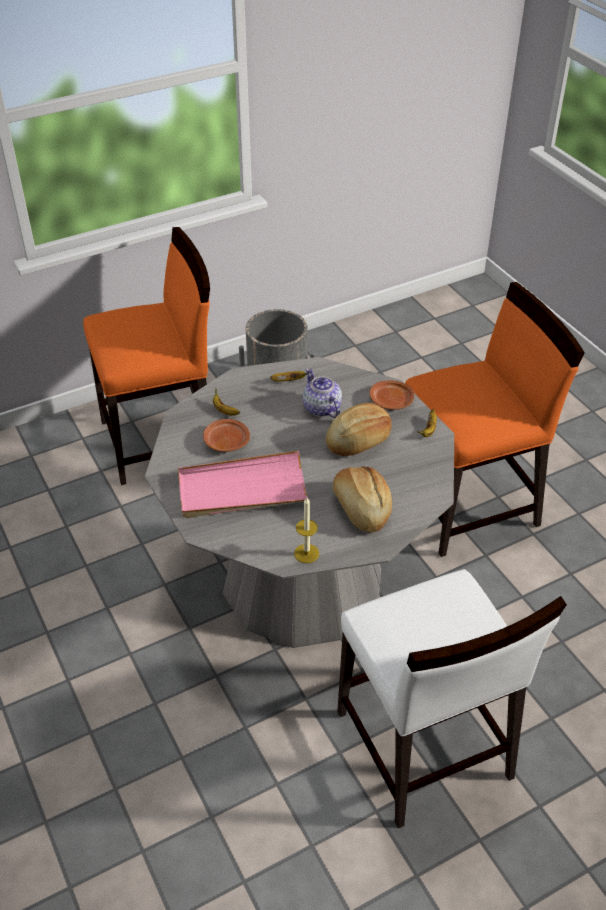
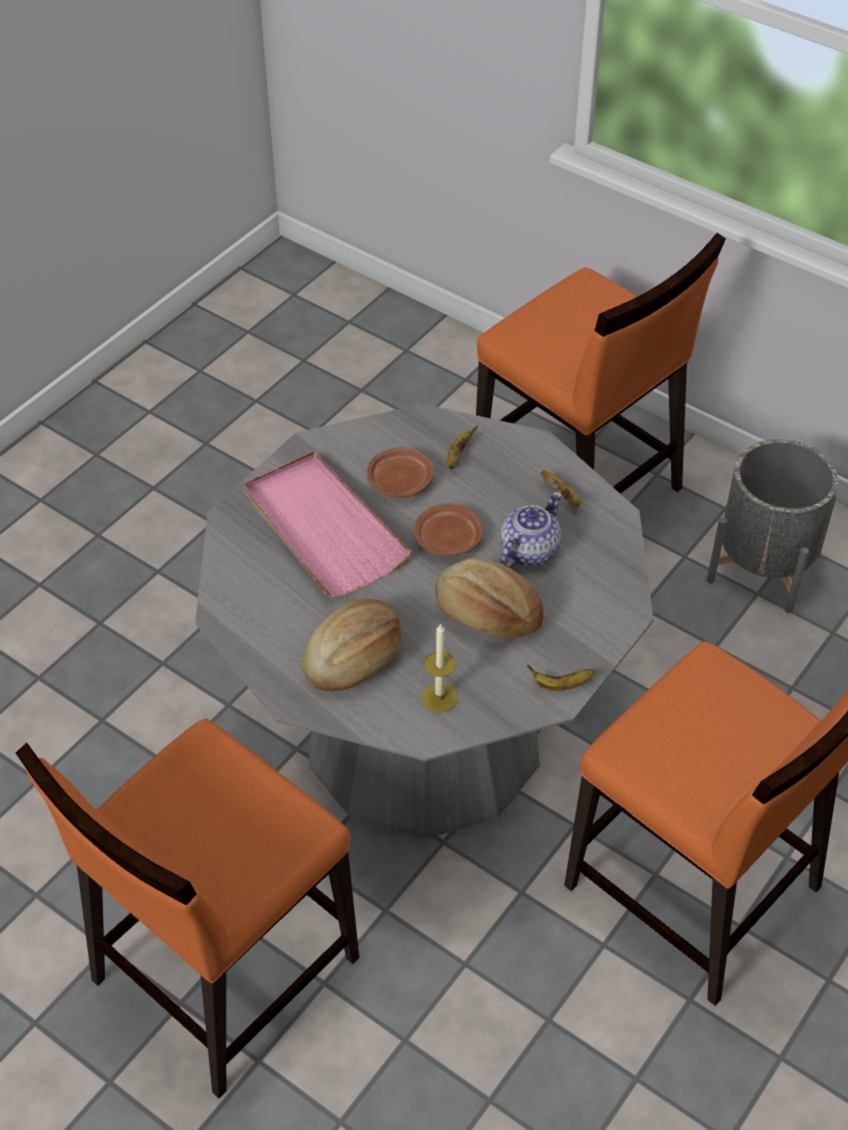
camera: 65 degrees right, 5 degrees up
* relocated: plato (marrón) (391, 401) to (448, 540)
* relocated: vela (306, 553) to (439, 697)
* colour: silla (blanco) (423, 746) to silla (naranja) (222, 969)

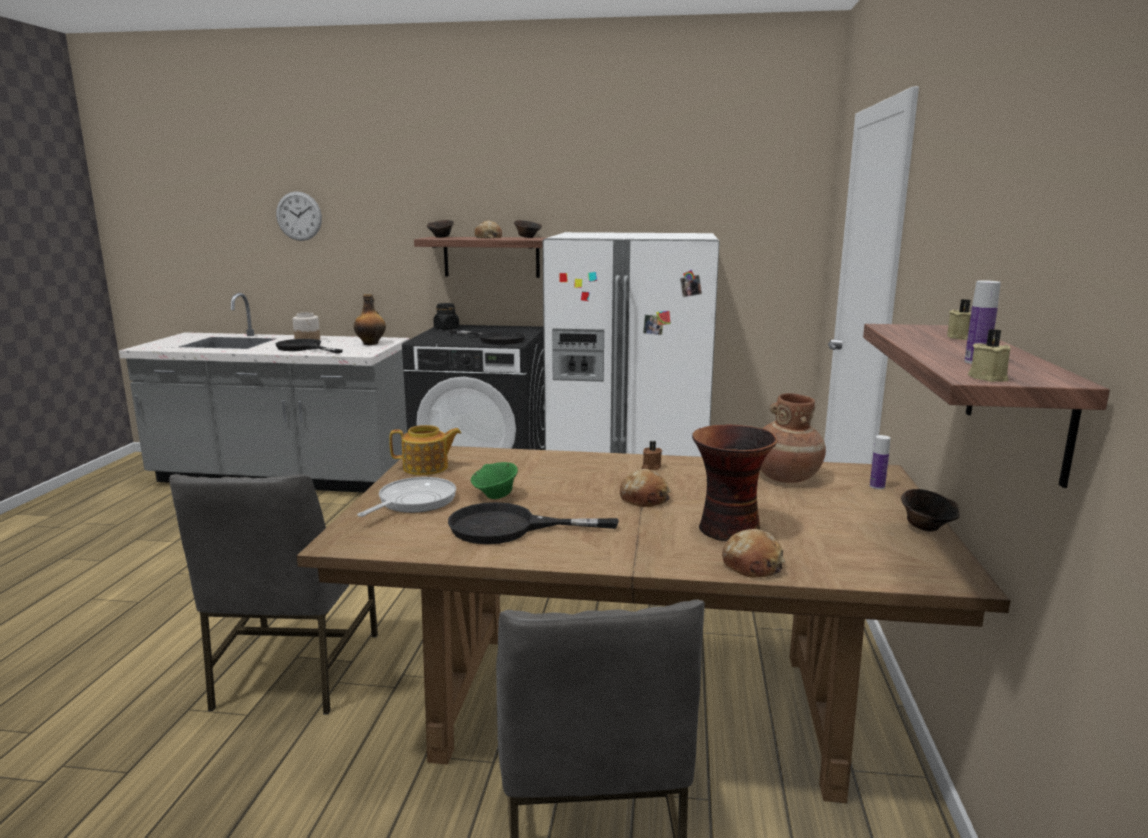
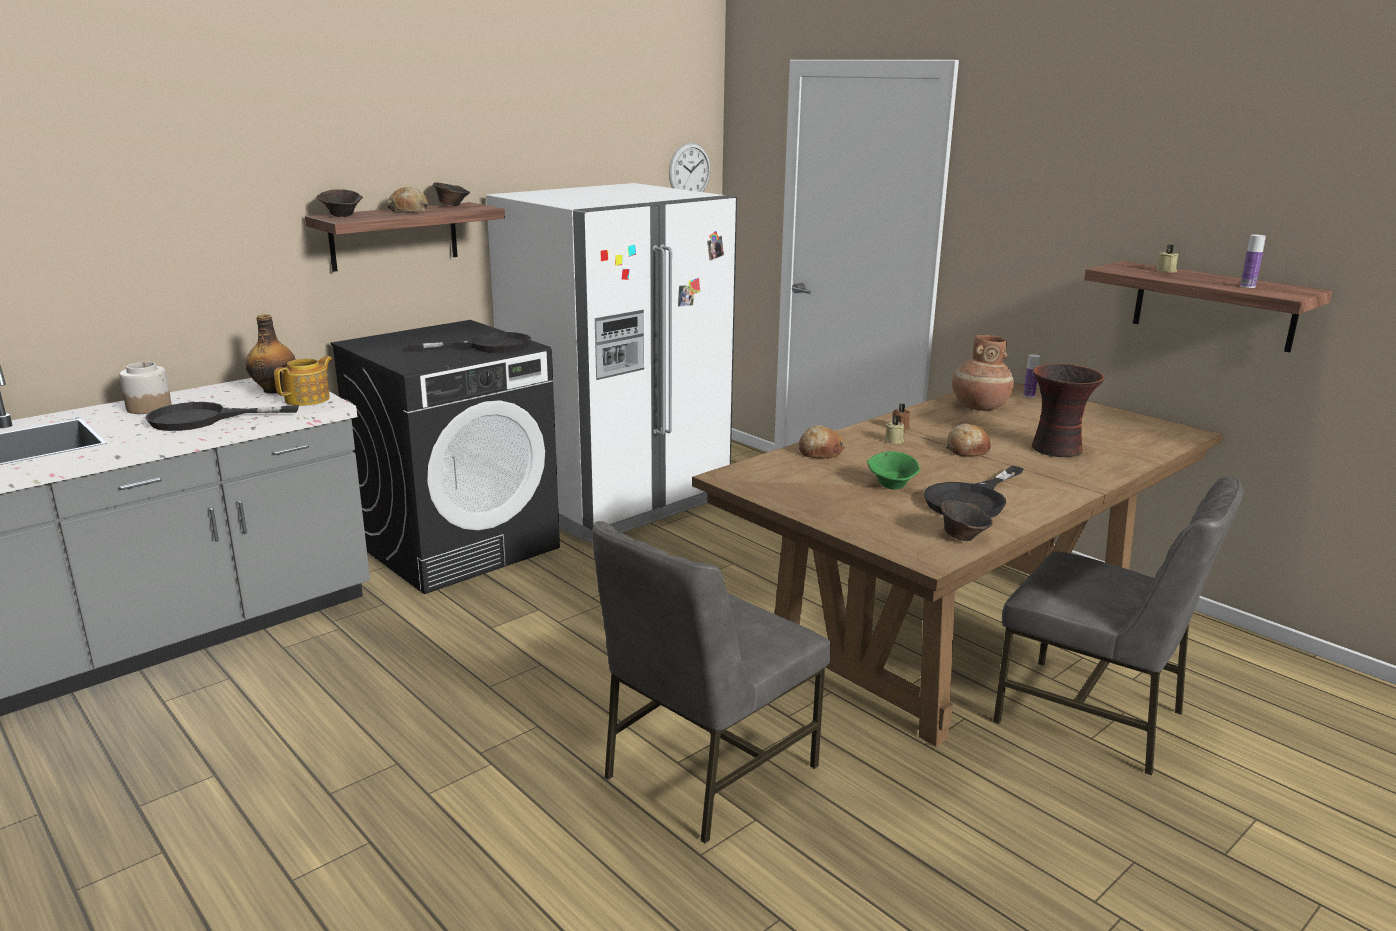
camera: 50 degrees left, 5 degrees up
* relocated: reloj de pared (299, 216) to (689, 171)
* missing: tarro (negro) (446, 328)
* relocated: vela (beis) (988, 378) to (893, 440)
* relocated: tetera (427, 468) to (308, 399)
* spun: silla (gris) (294, 671) = (706, 771) 90 degrees clockwise
* missing: sartén (413, 502)
* relocated: cuenco (marrón) (926, 527) to (963, 537)
* relocated: pan (753, 565) to (820, 452)

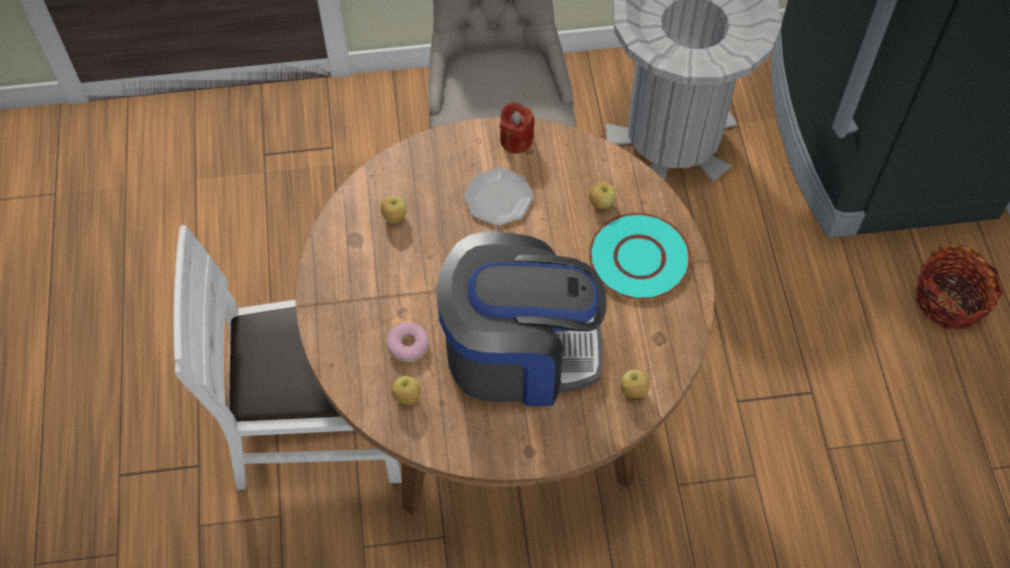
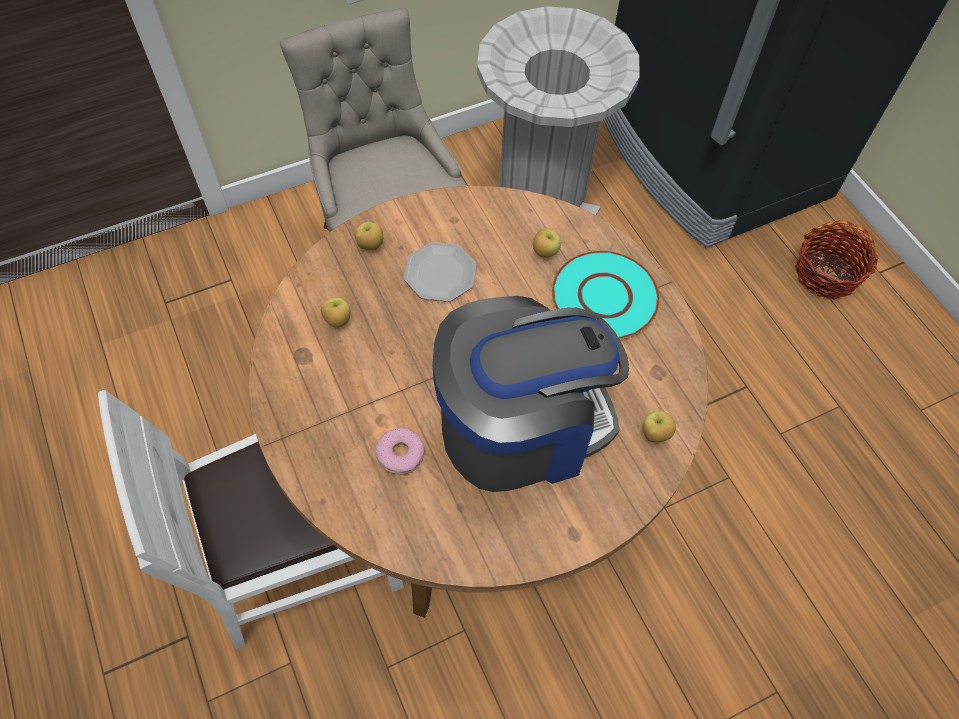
camera: 20 degrees left, 0 degrees up
* missing: vela (rojo) (516, 140)
* relocated: manzana (407, 397) to (370, 246)

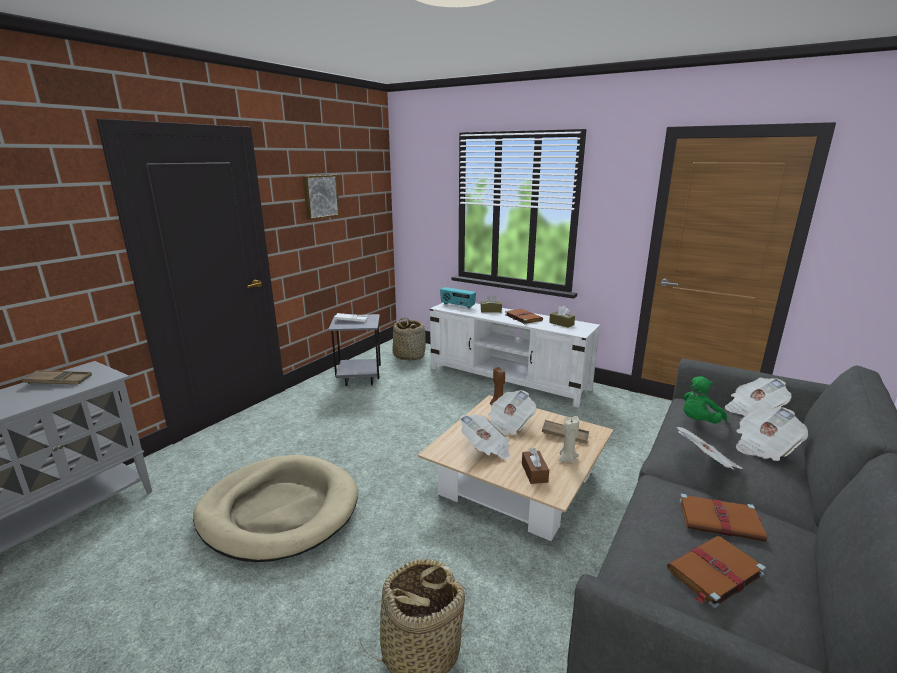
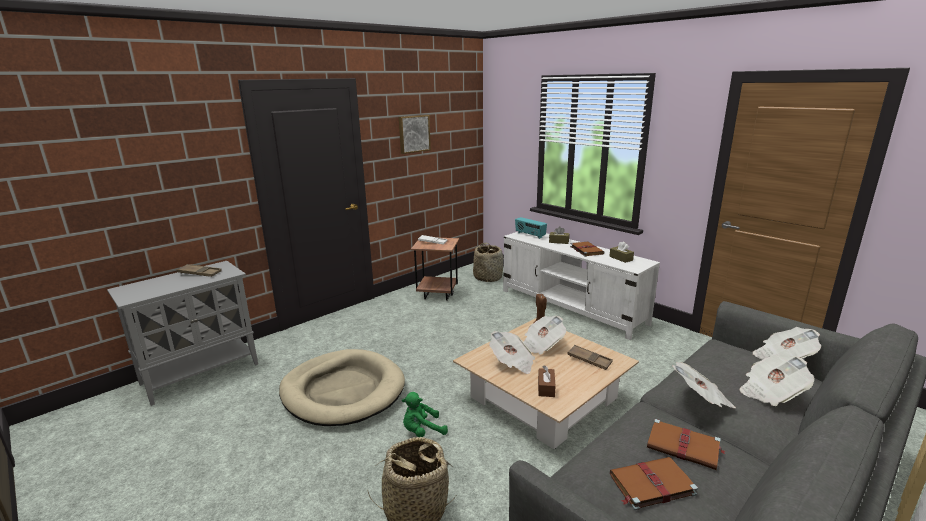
camera: 15 degrees right, 0 degrees up
* colour: mesa auxiliar (gris) (359, 379) to mesa auxiliar (marrón) (438, 294)
* relocated: peluche (verde) (698, 421) to (422, 431)
* missing: vela (beis) (567, 459)

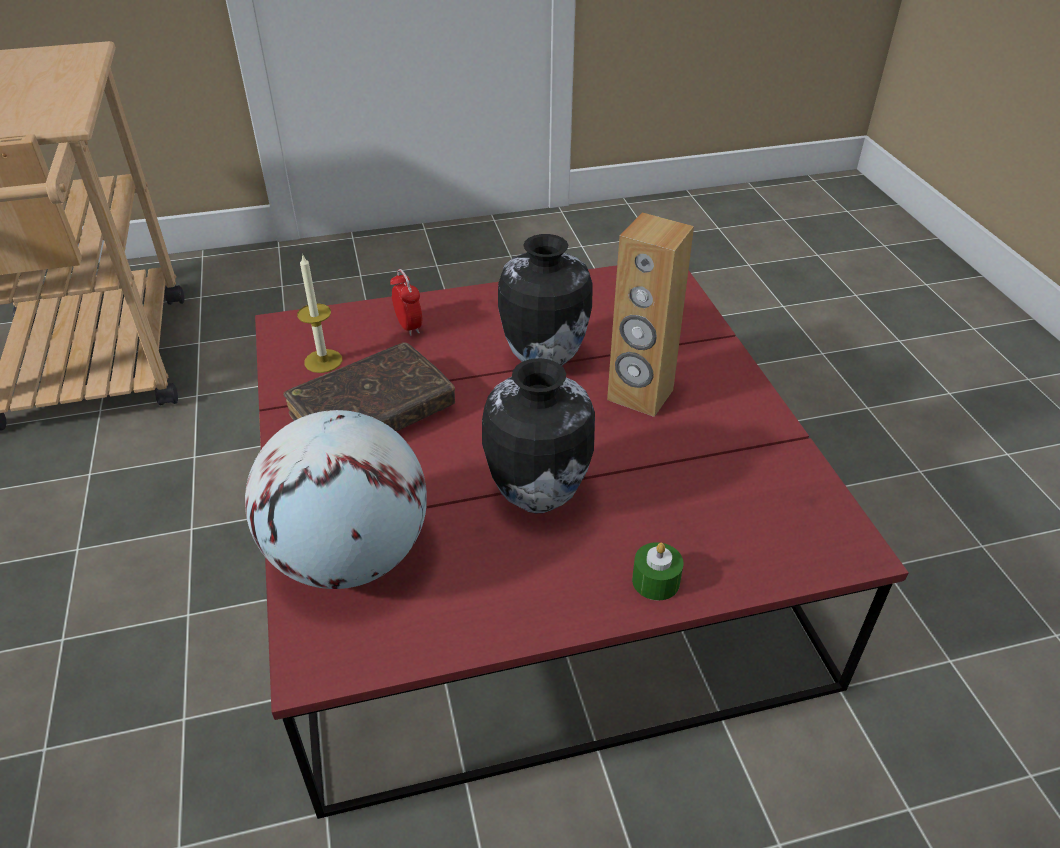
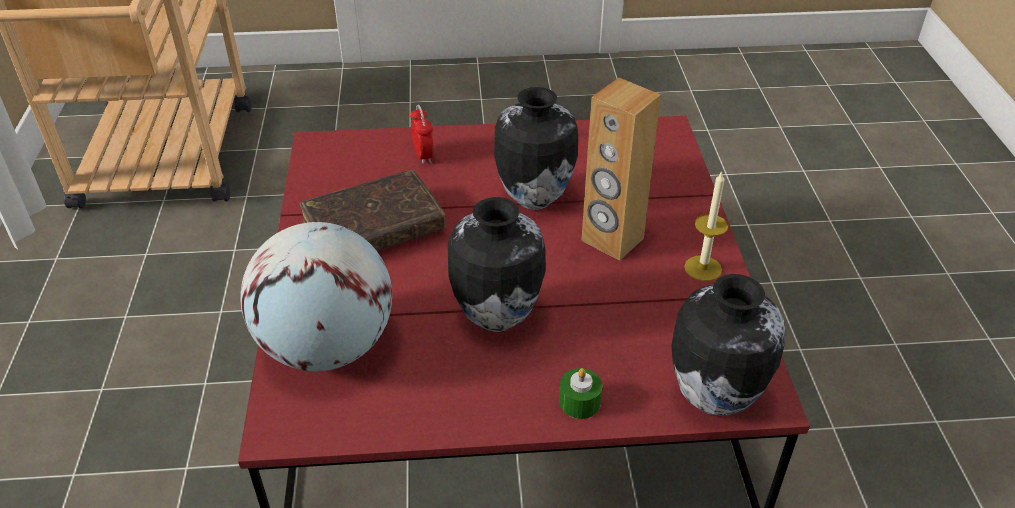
camera: 10 degrees right, 0 degrees up
* relocated: vela (323, 361) to (703, 268)
* appeared: florero (713, 398)

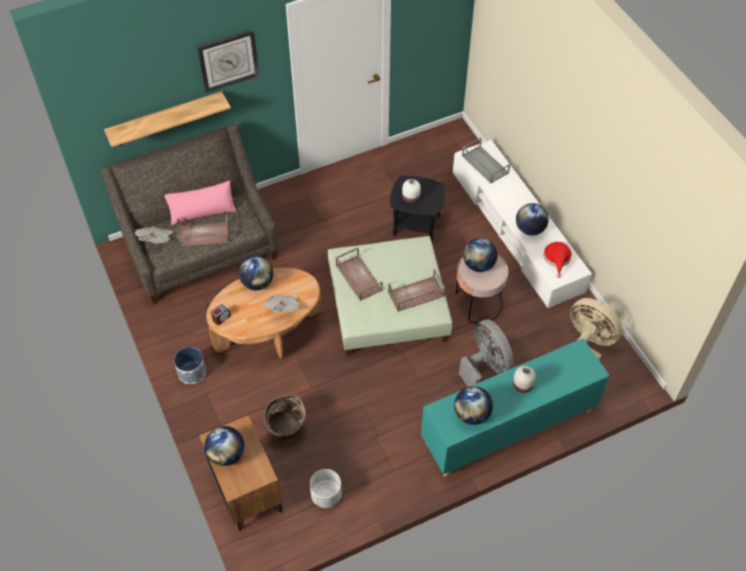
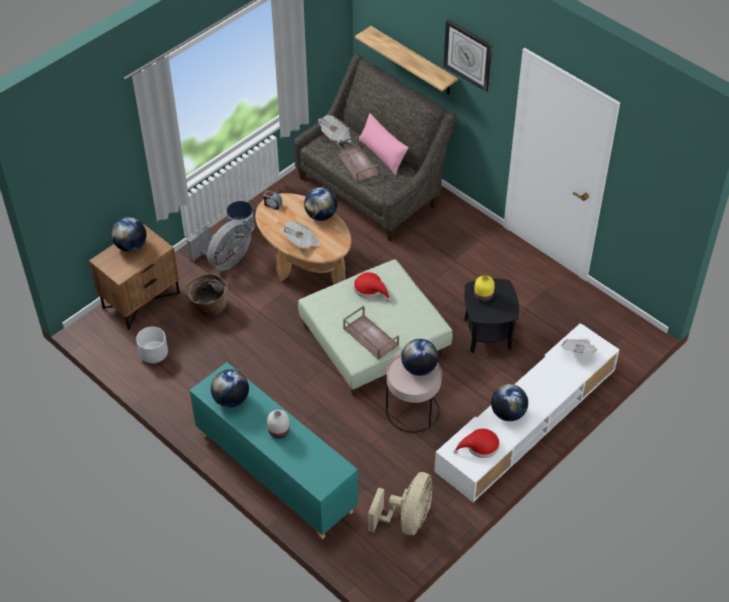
camera: 70 degrees right, 5 degrees down
* exchanged: bandeja (gris) (484, 164) to periódico (578, 352)
* colour: florero (blanco) (410, 198) to florero (amarillo) (483, 296)
* exchanged: bandeja (marrón) (358, 277) to sombrero (rojo) (370, 289)
* relocated: ventilador (gris) (486, 366) to (225, 261)

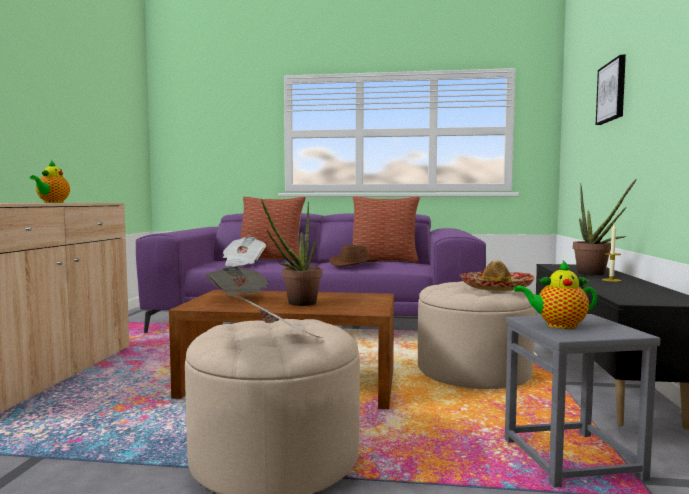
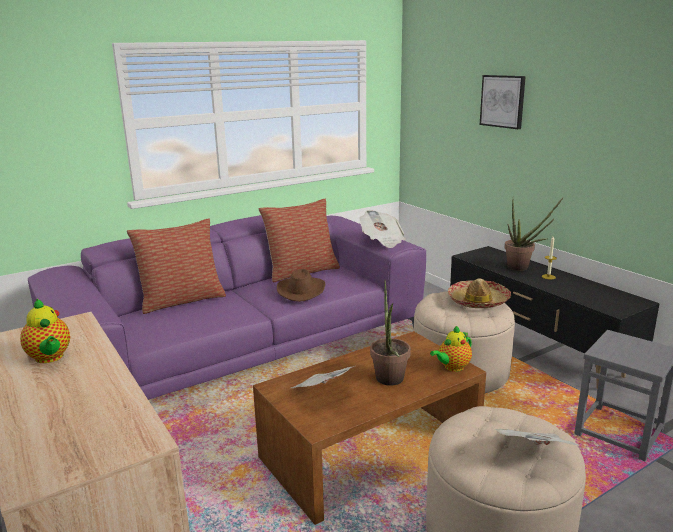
camera: 40 degrees left, 15 degrees up
* relocated: periódico (242, 264) to (382, 241)
* relocated: tetera (557, 325) to (452, 367)

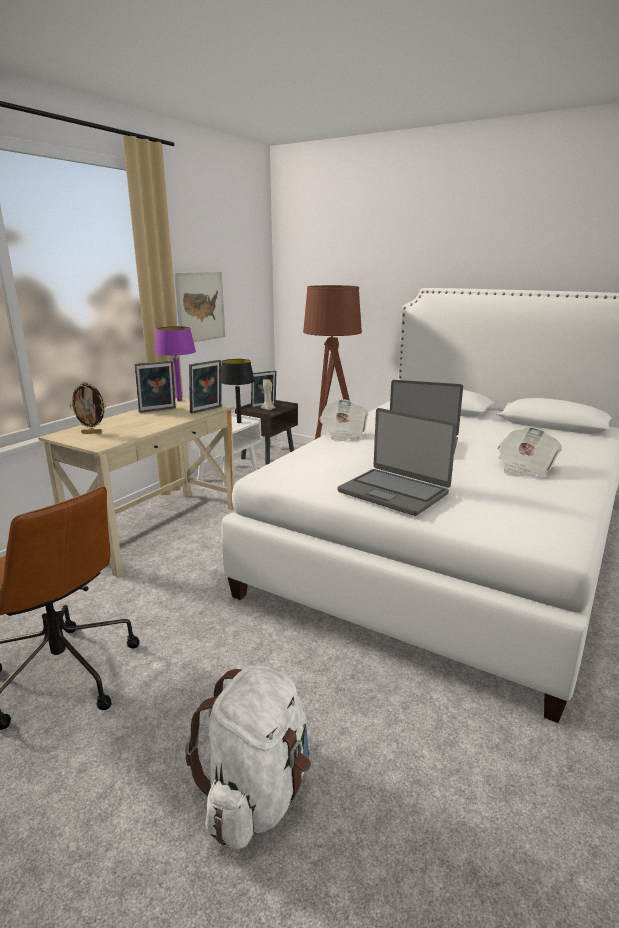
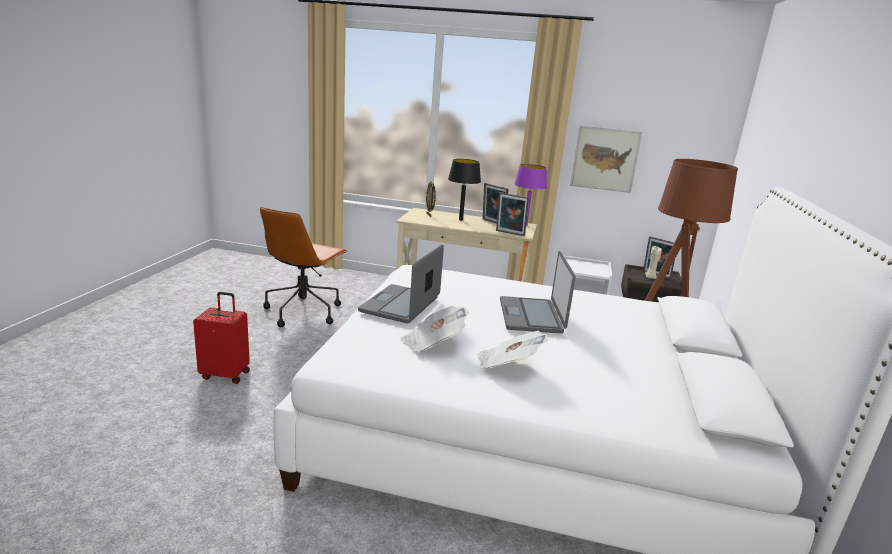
camera: 70 degrees right, 0 degrees up
* relocated: lámpara de mesa (negro) (239, 422) to (461, 220)
* relocated: periódico (343, 434) to (432, 343)
* exchanged: mochila (blanco) (257, 793) to maleta (rojo) (226, 374)

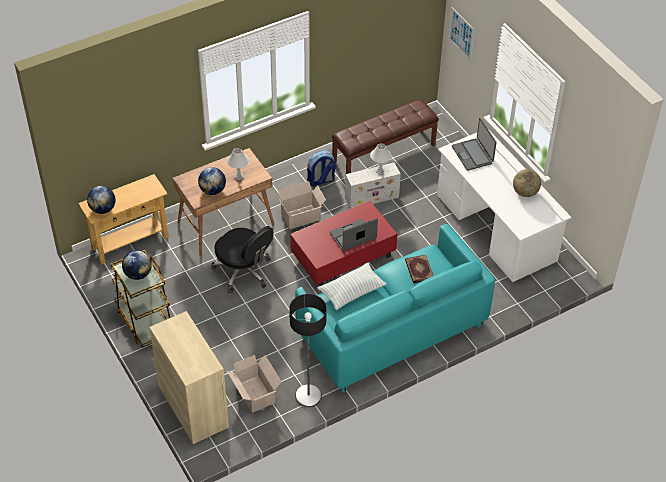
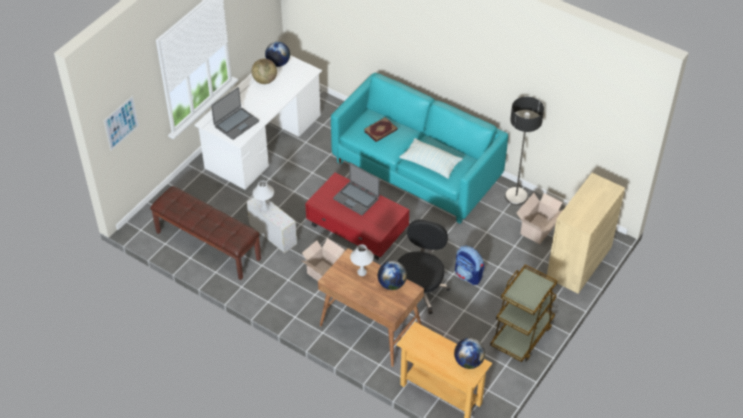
camera: 115 degrees left, 0 degrees up
* relocated: mochila (320, 180) to (468, 275)
* relocated: globo terráqueo (138, 274) to (278, 63)

